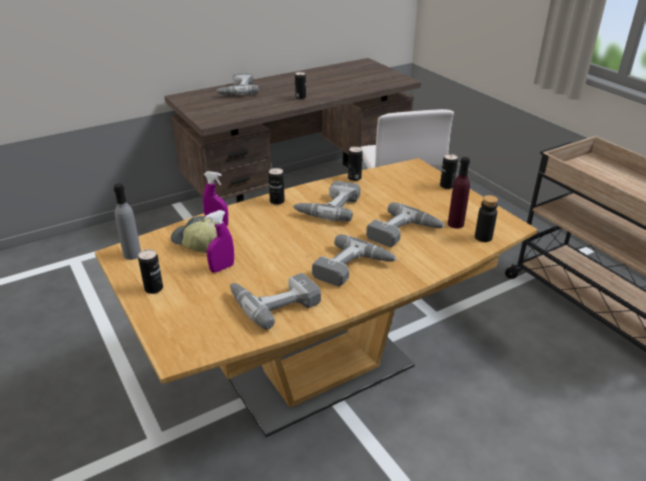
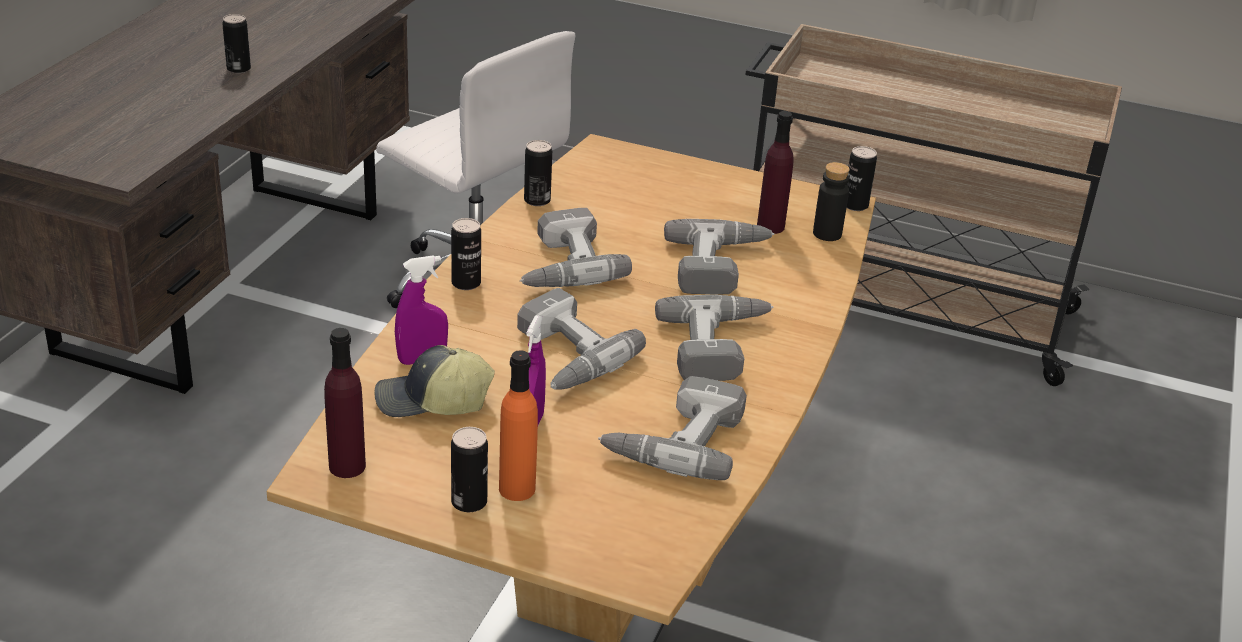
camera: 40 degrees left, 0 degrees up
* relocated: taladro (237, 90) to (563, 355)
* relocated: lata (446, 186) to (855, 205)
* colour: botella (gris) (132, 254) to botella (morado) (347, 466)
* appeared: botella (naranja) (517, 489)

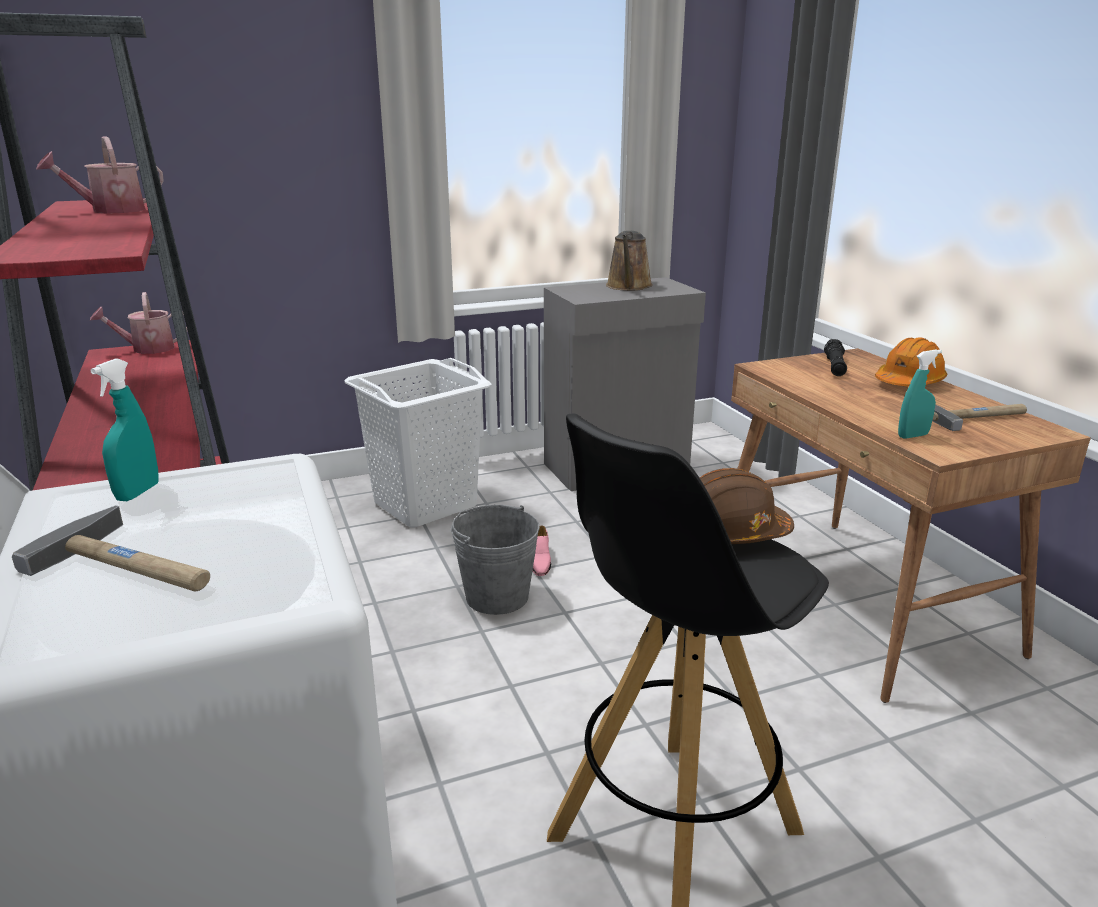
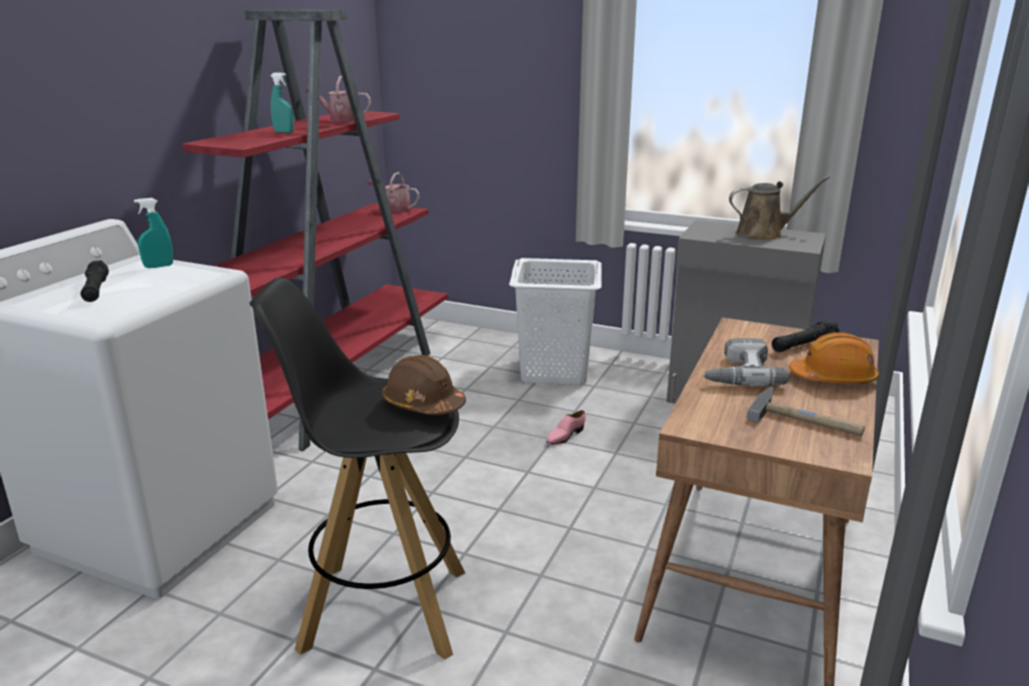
camera: 45 degrees right, 0 degrees up
* spun: regadera (marrón) (628, 287) = (764, 234) 150 degrees counterclockwise
* relocated: pulverizador (turquesa) (913, 436) to (284, 132)
* exchanged: martillo (133, 565) to linterna (negro) (96, 290)
* missing: cubo (gris) (497, 596)
* appeared: taladro (737, 373)

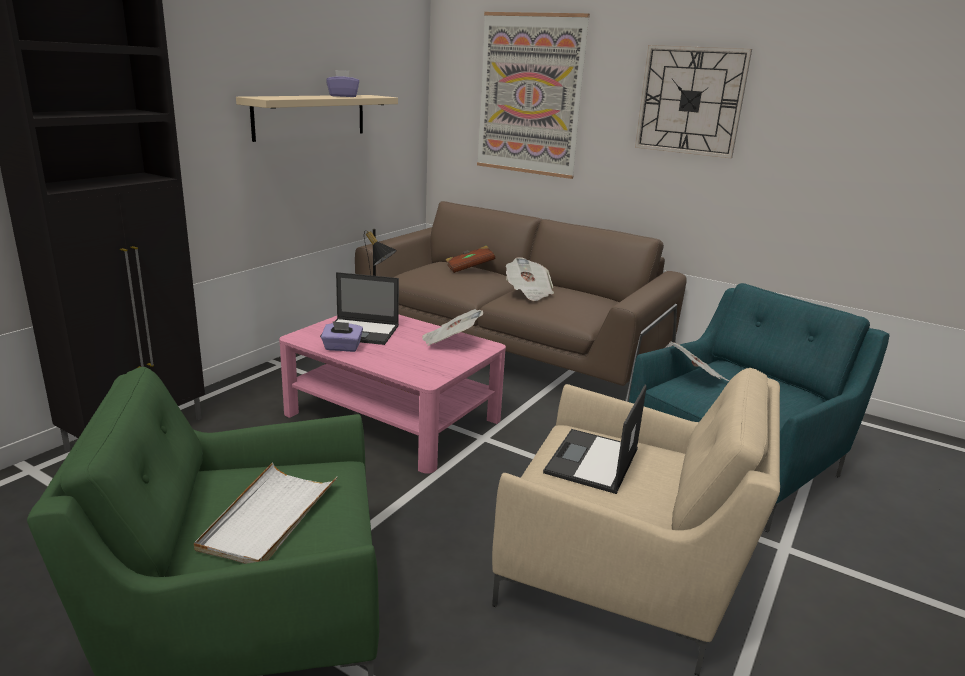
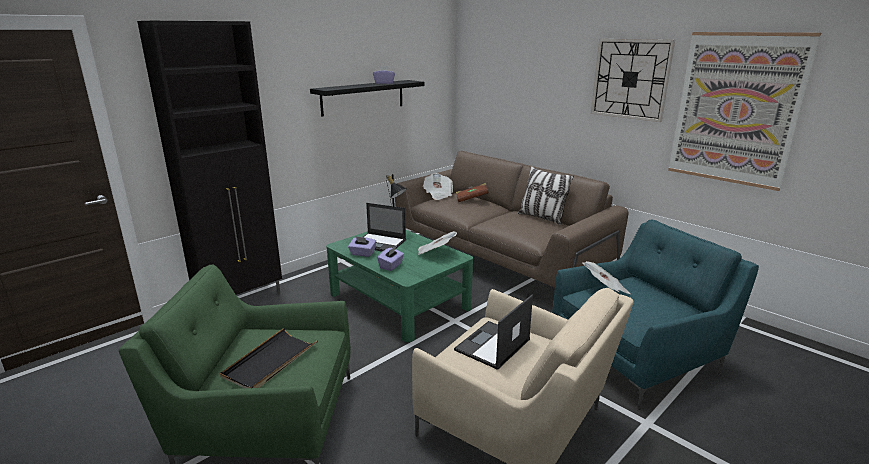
camera: 15 degrees right, 0 degrees up
* relocated: cuadro (529, 95) to (736, 109)
* colour: estante (beis) (311, 116) to estante (negro) (363, 97)
* relocated: periódico (528, 292) to (438, 195)
* colour: mesa de centro (rosa) (393, 417) to mesa de centro (verde) (399, 301)
* colour: bandeja (blanco) (269, 517) to bandeja (negro) (270, 362)
* appeared: cojín (542, 218)
* appeared: caja de pañuelos (morado) (391, 266)

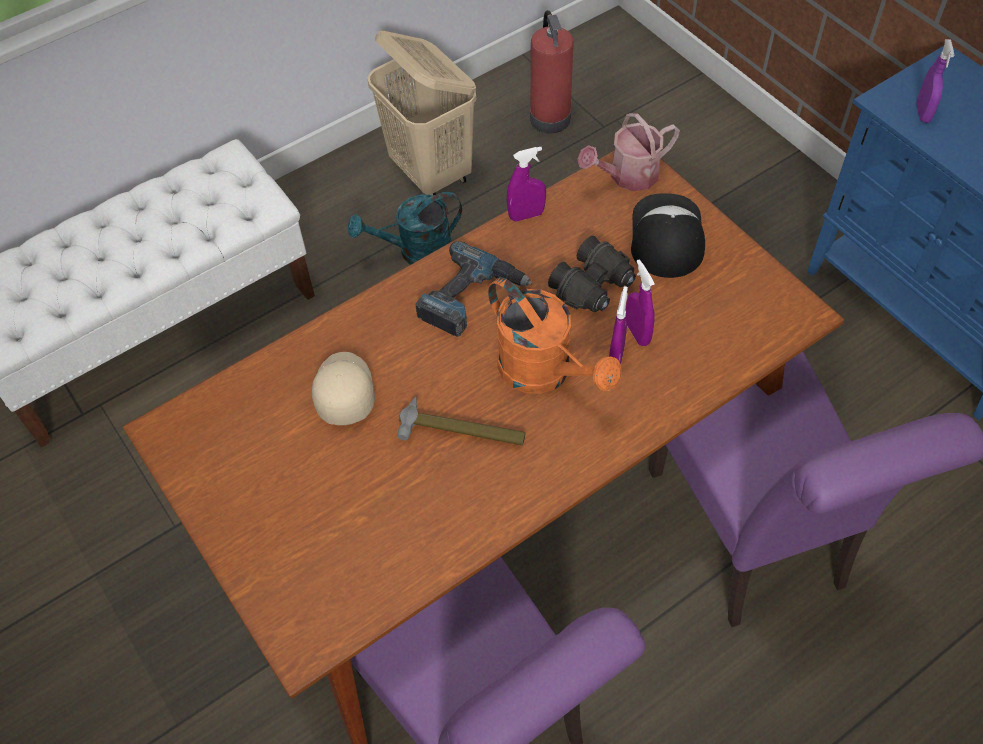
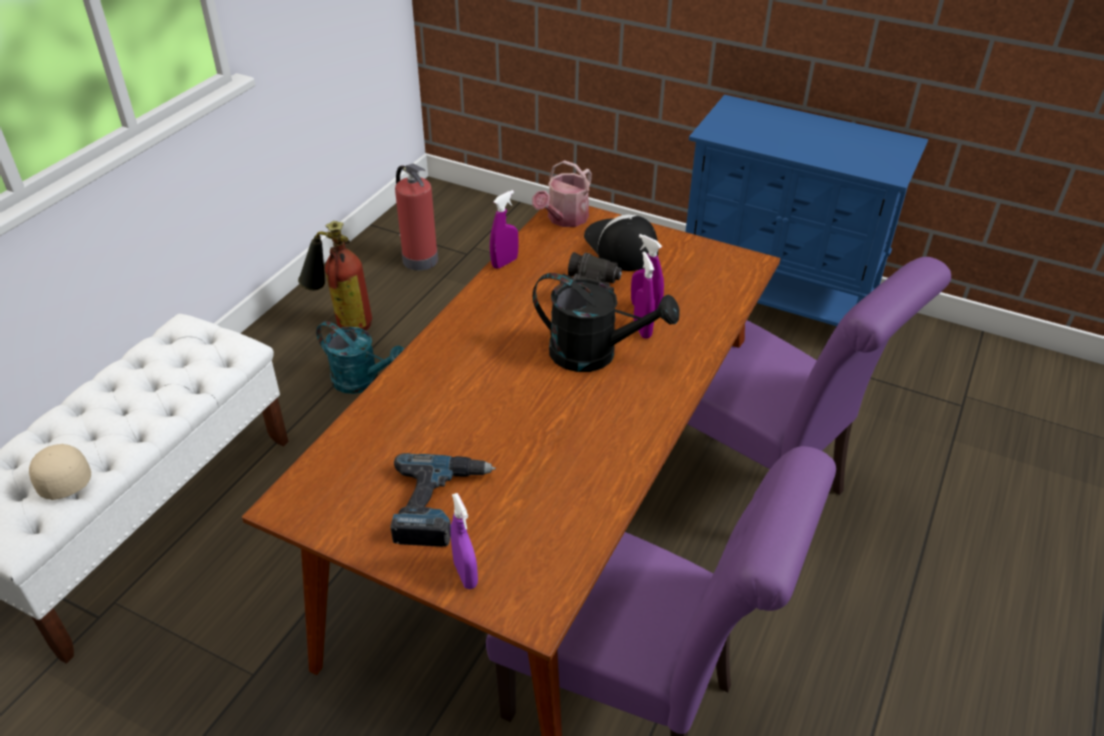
camera: 30 degrees left, 15 degrees down
* exchanged: cesto de la ropa (beis) (431, 173) to extintor (342, 322)
* relocated: pulverizador (morado) (922, 113) to (465, 574)
* spun: regadera (turquesa) (416, 252) = (363, 381) 105 degrees counterclockwise
* relocated: taladro (471, 298) to (439, 504)
* colour: regadera (naranja) (545, 373) to regadera (negro) (595, 354)
* relocated: gorra (beis) (343, 392) to (60, 476)
* missing: martillo (462, 432)

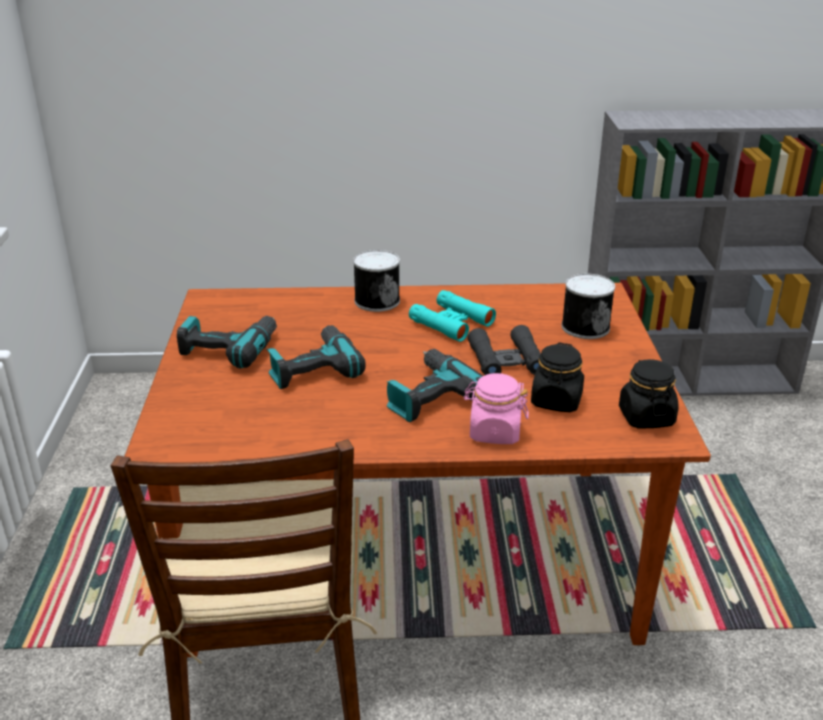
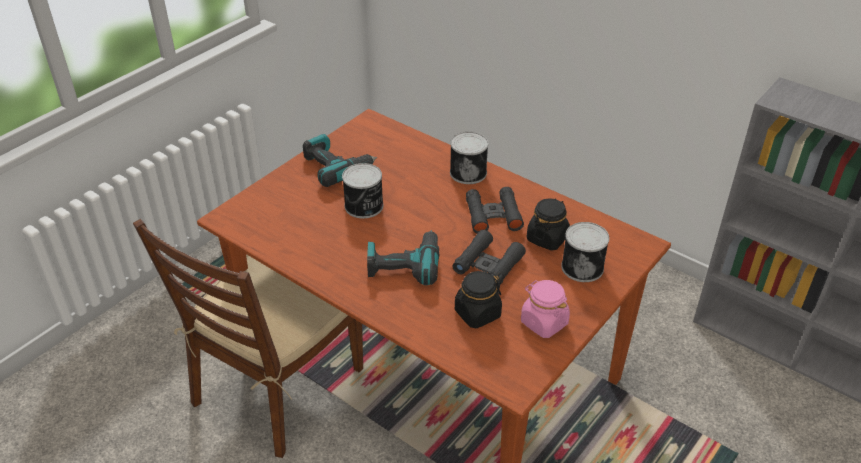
camera: 40 degrees right, 10 degrees up
* colour: prismáticos (turquesa) (451, 323) to prismáticos (negro) (493, 215)
* exchanged: taladro (313, 368) to lata (364, 206)
* relocated: tarro (negro) (646, 417) to (547, 238)
* relocated: tarro (rosa) (494, 432) to (543, 322)

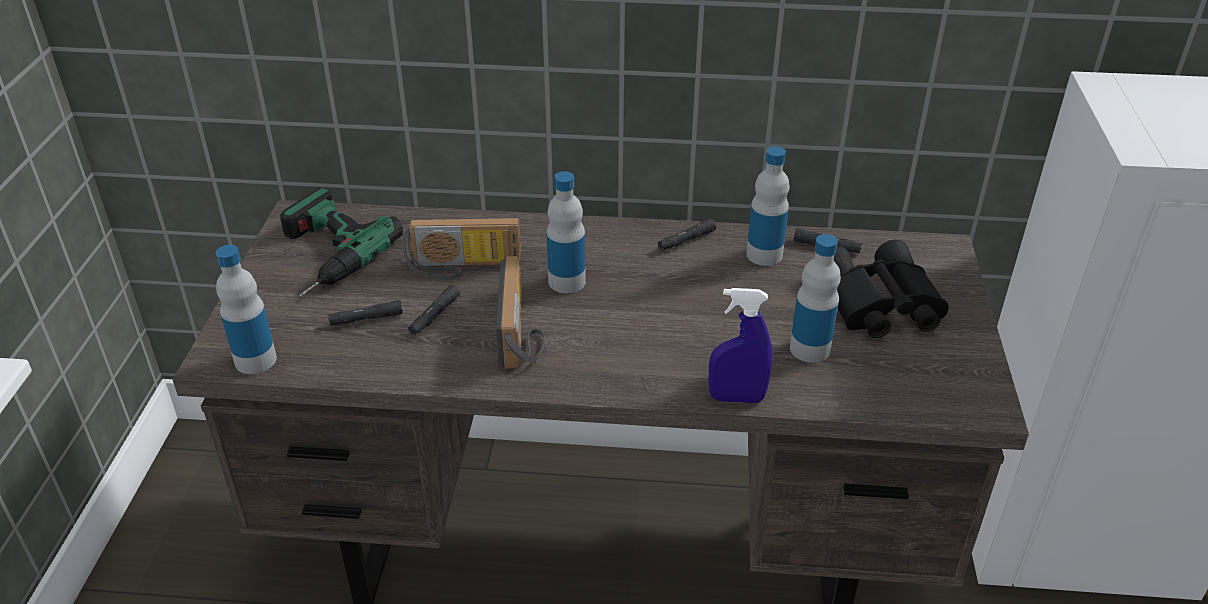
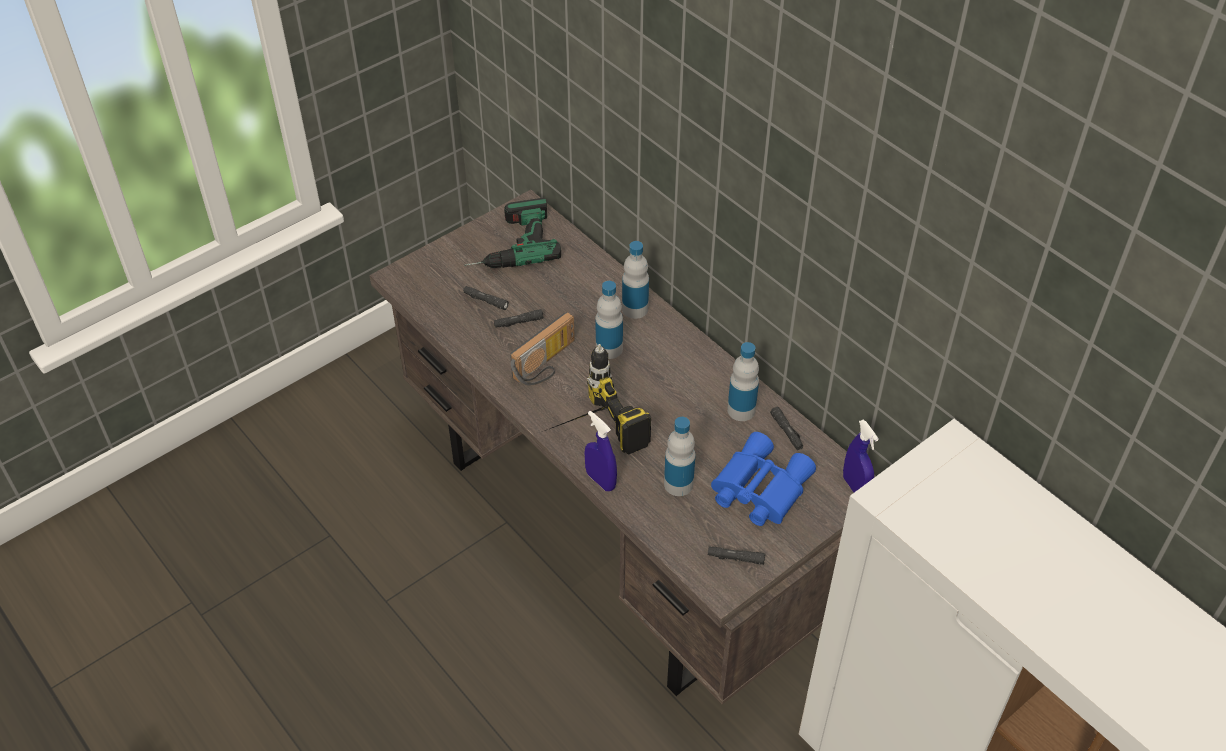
camera: 45 degrees right, 10 degrees up
* missing: radio (463, 267)
* relocated: linterna (negro) (686, 240) to (735, 558)
* colour: prismáticos (negro) (877, 304) to prismáticos (azul) (757, 488)
* relocated: botella (255, 360) to (635, 309)
* appeared: taladro (587, 434)
* appeared: pulverizador (azul) (855, 487)

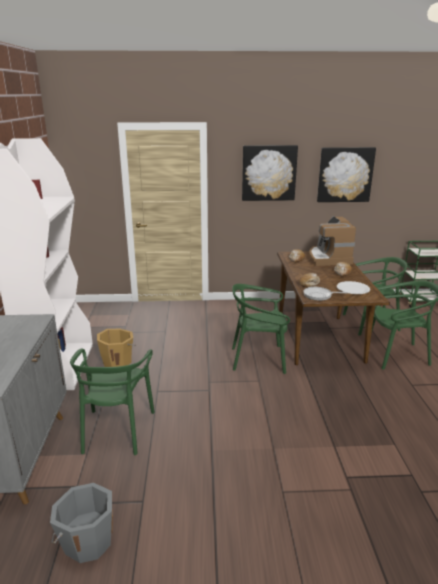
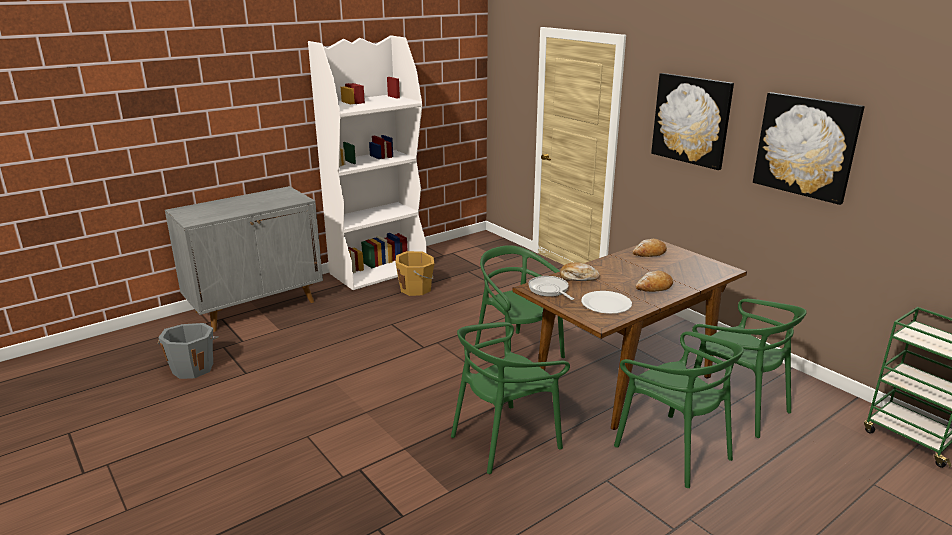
camera: 55 degrees right, 0 degrees up
* missing: cafetera (328, 258)
* relocated: silla (verde) (117, 430) to (505, 439)

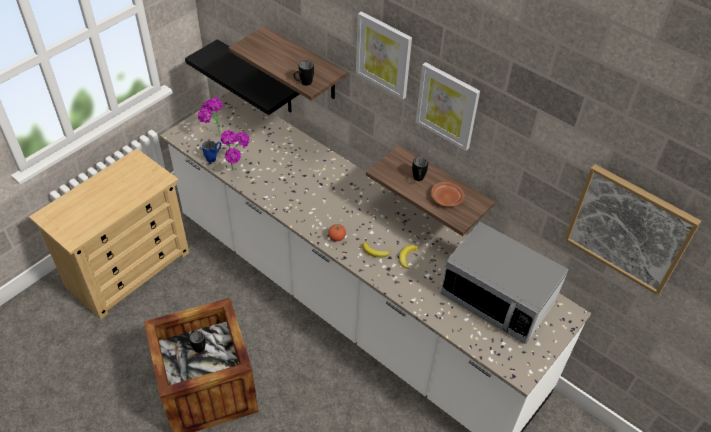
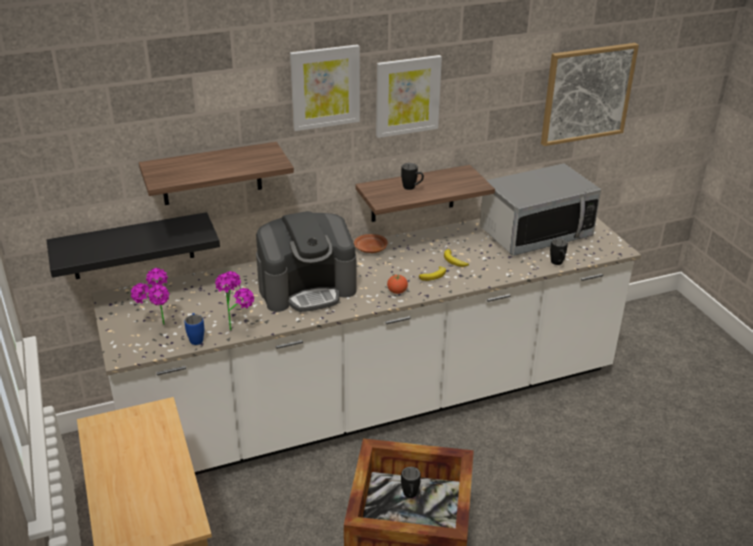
camera: 60 degrees left, 15 degrees down
* relocated: taza grande (negro) (303, 83) to (558, 264)
* relocated: plato (marrón) (446, 198) to (370, 249)
* appeared: cafetera (307, 288)

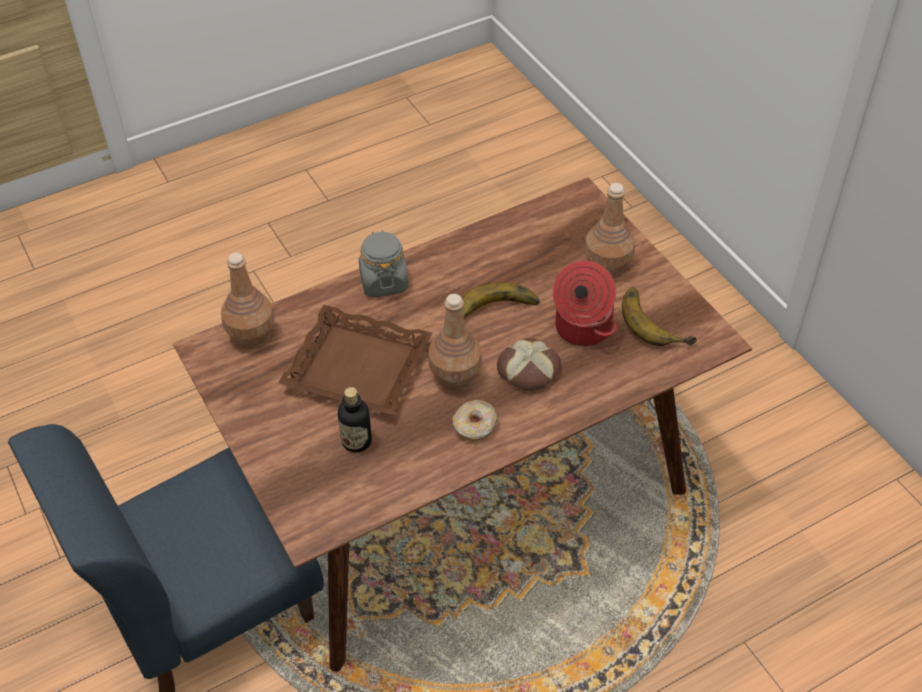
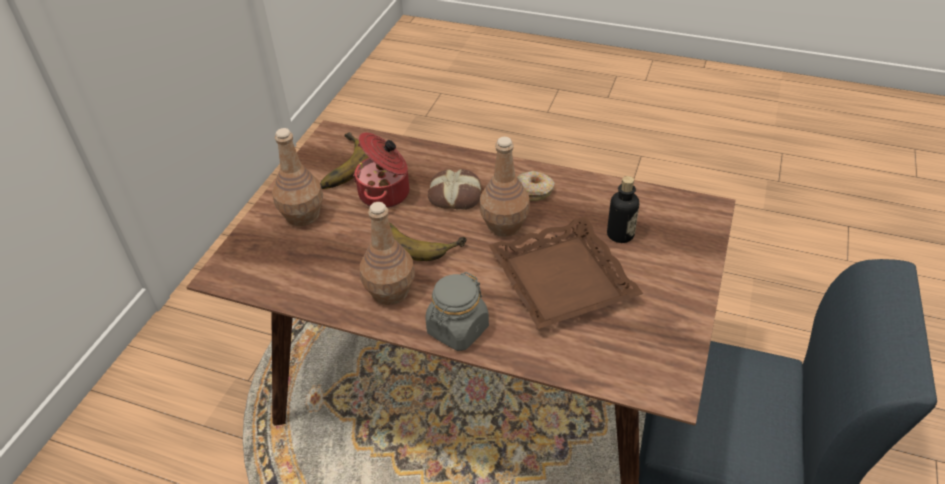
camera: 130 degrees left, 5 degrees down
* relocated: botella (marrón) (252, 336) to (390, 291)

